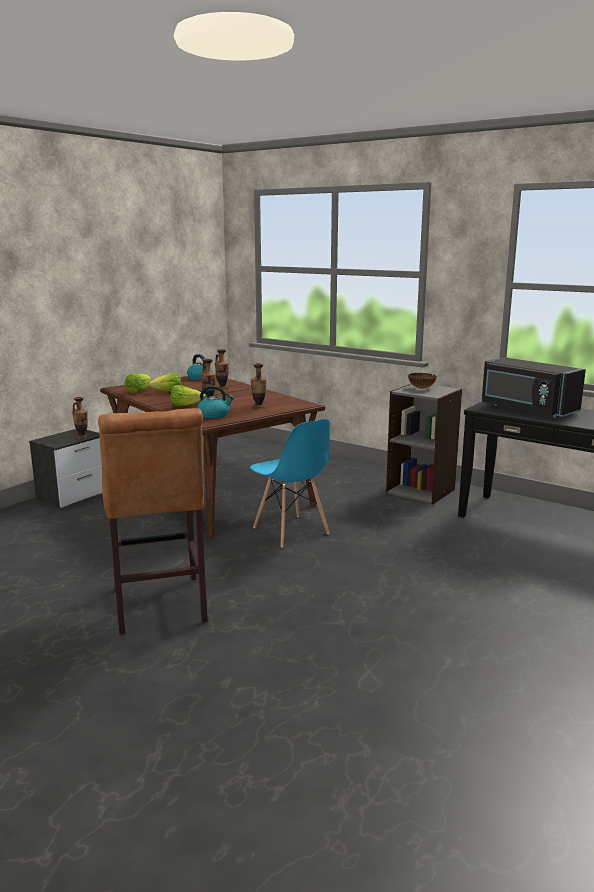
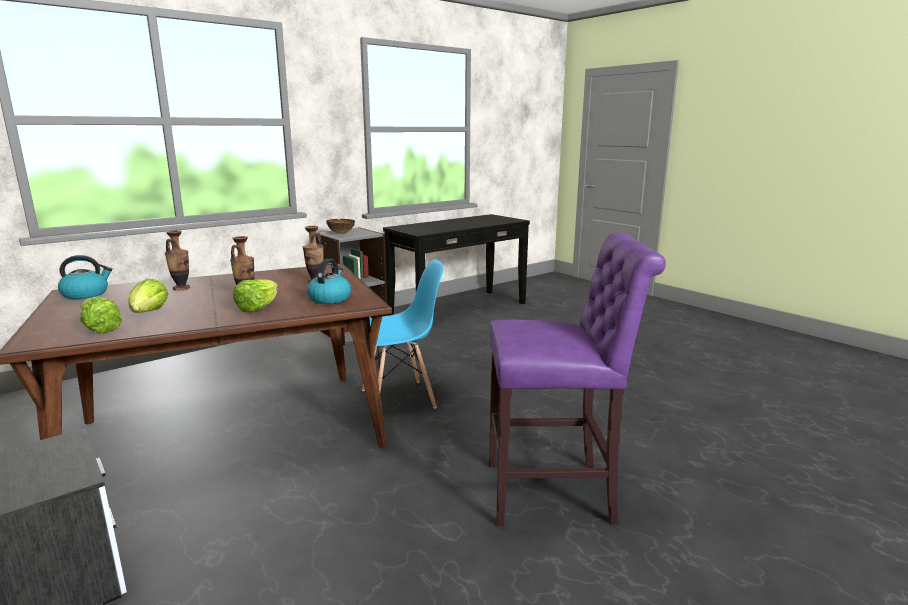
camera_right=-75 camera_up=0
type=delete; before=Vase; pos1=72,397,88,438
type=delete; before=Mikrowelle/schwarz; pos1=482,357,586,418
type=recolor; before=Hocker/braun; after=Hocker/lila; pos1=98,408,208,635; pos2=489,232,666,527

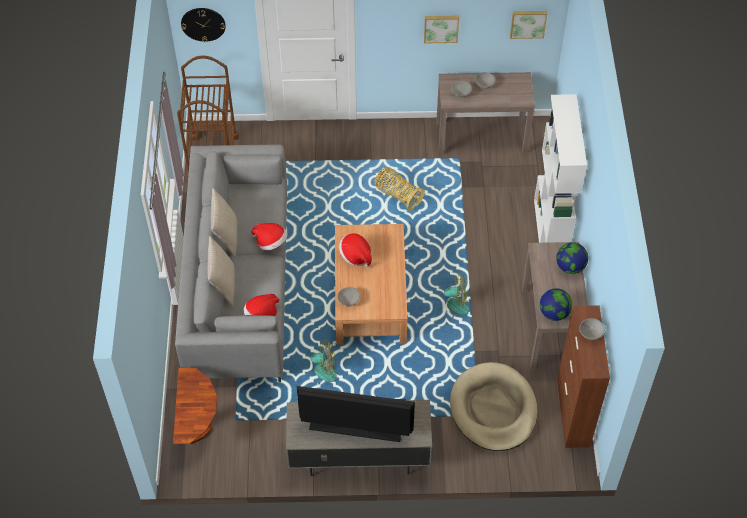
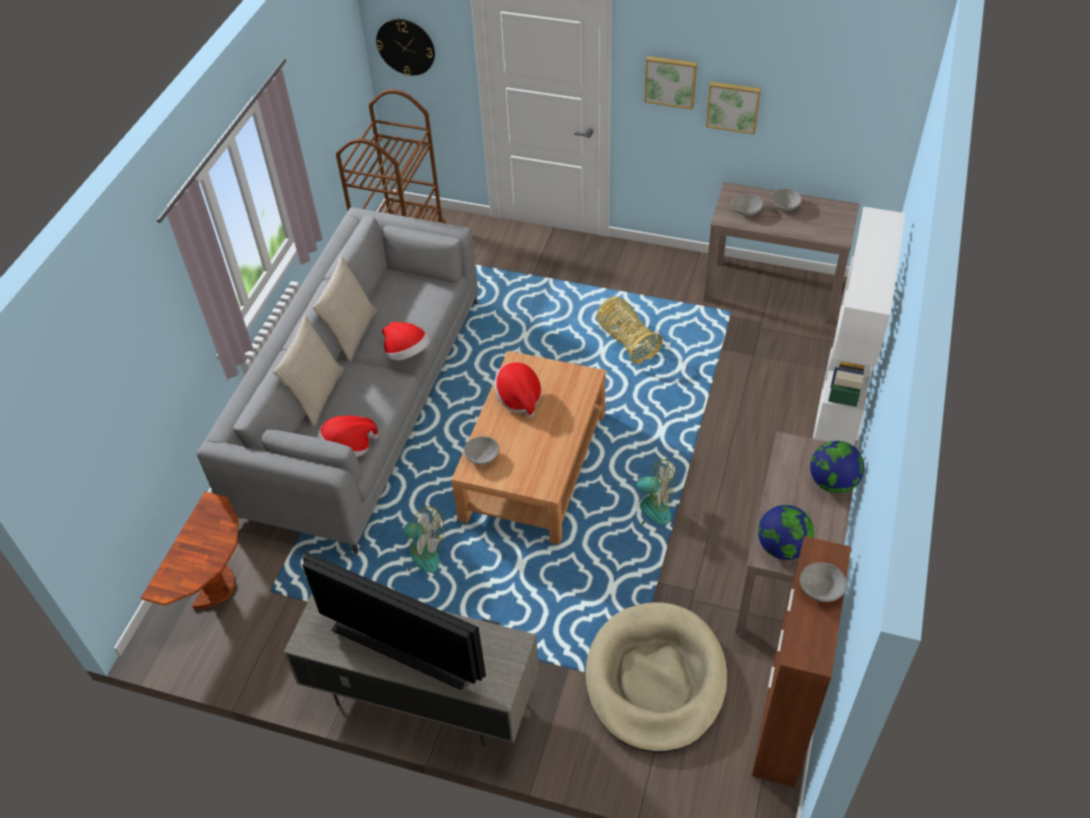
camera_right=20 camera_up=-5
type=move; before=Bild; pos1=510,11,547,39; pos2=644,56,697,109

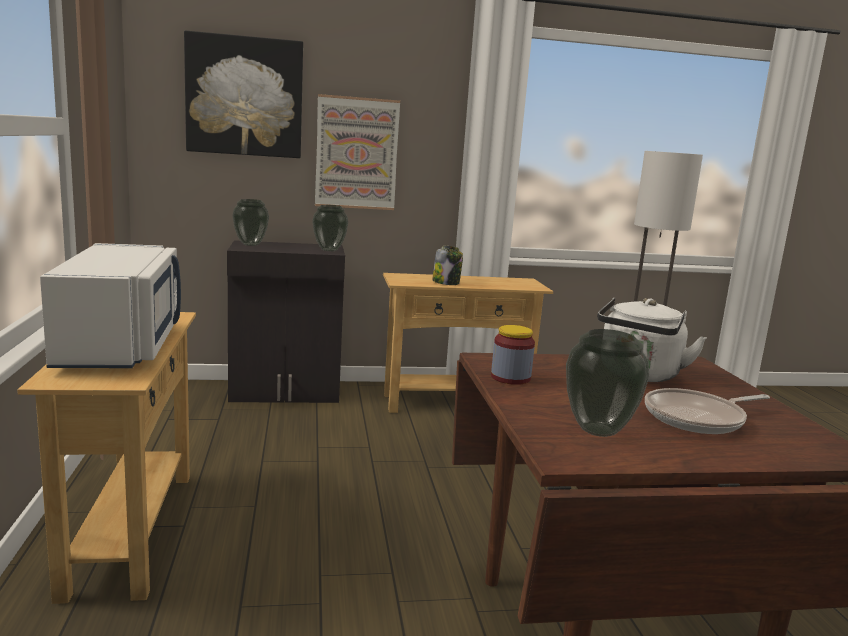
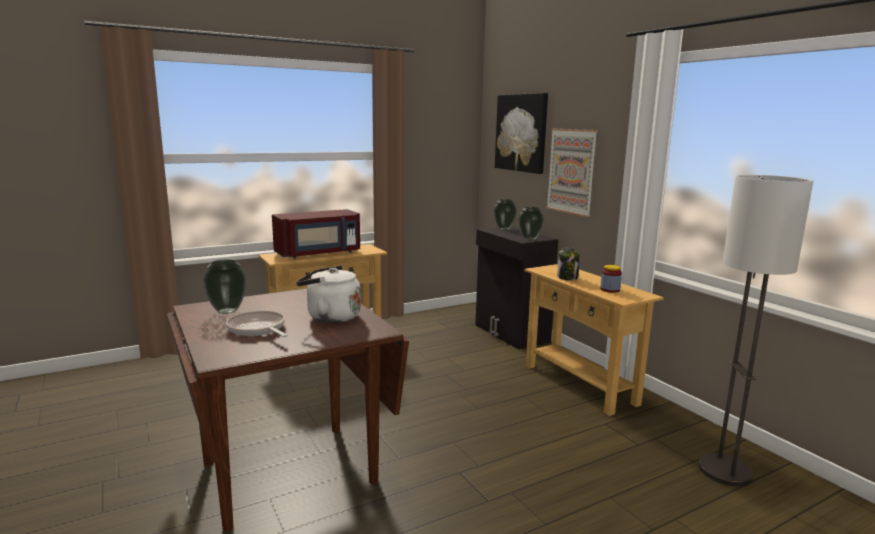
camera_right=70 camera_up=0
type=move; before=Vorratsglas; pos1=491,325,535,385; pos2=600,265,622,293
type=recolor; before=Mikrowelle/weiß; after=Mikrowelle/rot; pos1=40,243,181,368; pos2=272,209,360,259

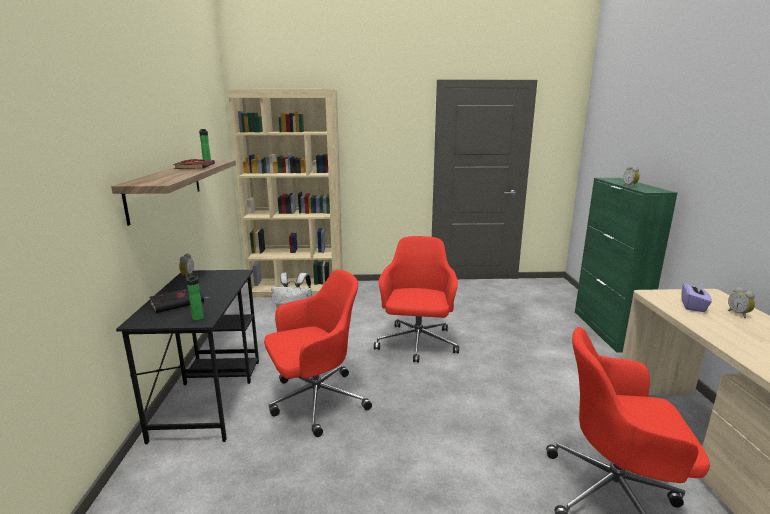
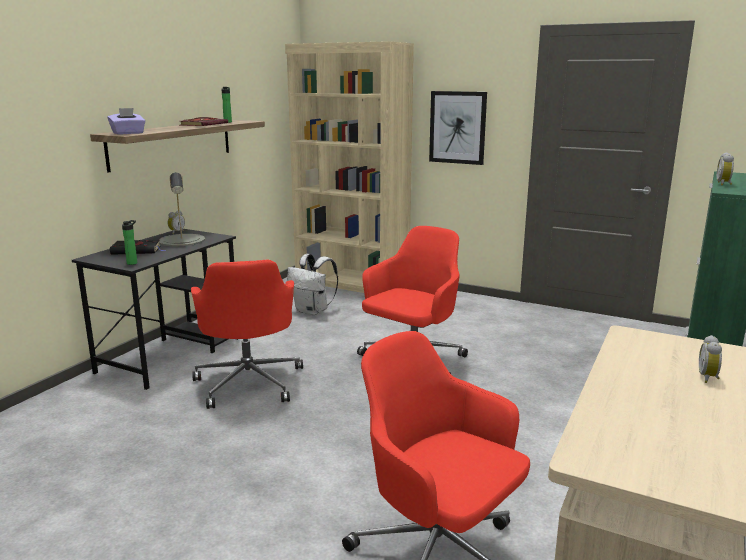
camera_right=30 camera_up=0
type=insert; after=Tischlampe/grau; pos2=159,173,205,247
type=insert; after=Bild; pos2=429,91,487,165
type=move; before=Taschentuchbox/lila; pos1=682,281,712,312; pos2=108,108,145,135
type=rotate; before=Bürostuhl/rot; pos1=264,269,372,437; pos2=191,260,303,409; turn=75

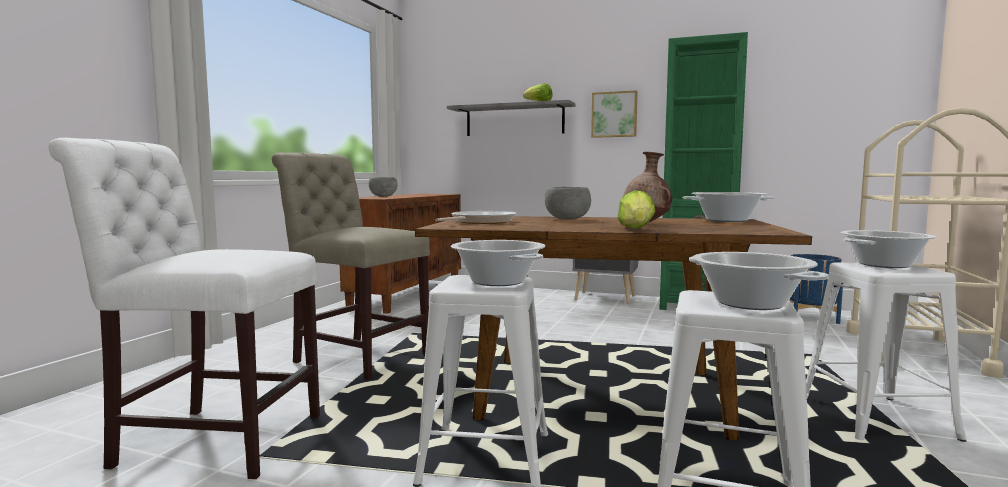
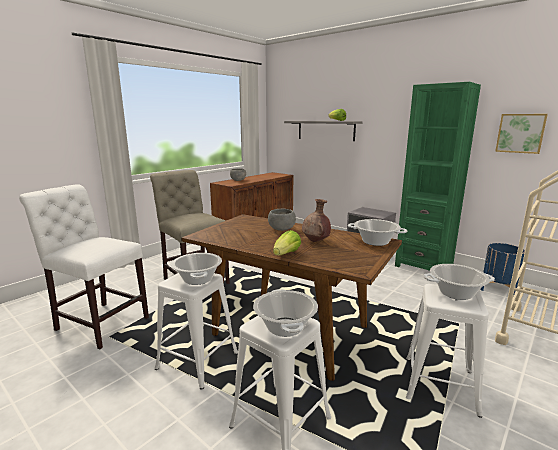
camera_right=20 camera_up=10
type=delete; before=Pfanne; pos1=435,211,517,224
type=move; before=Bild; pos1=591,90,638,138; pos2=495,114,548,154

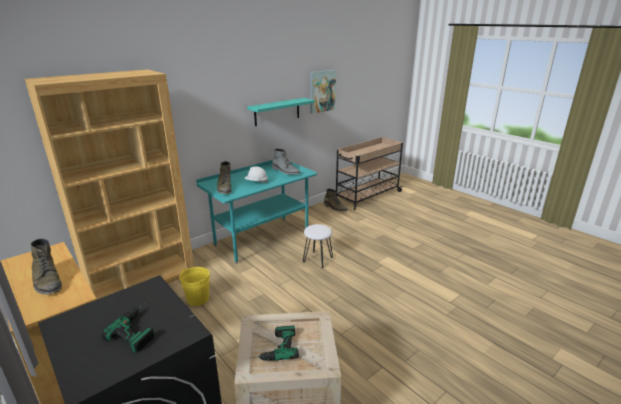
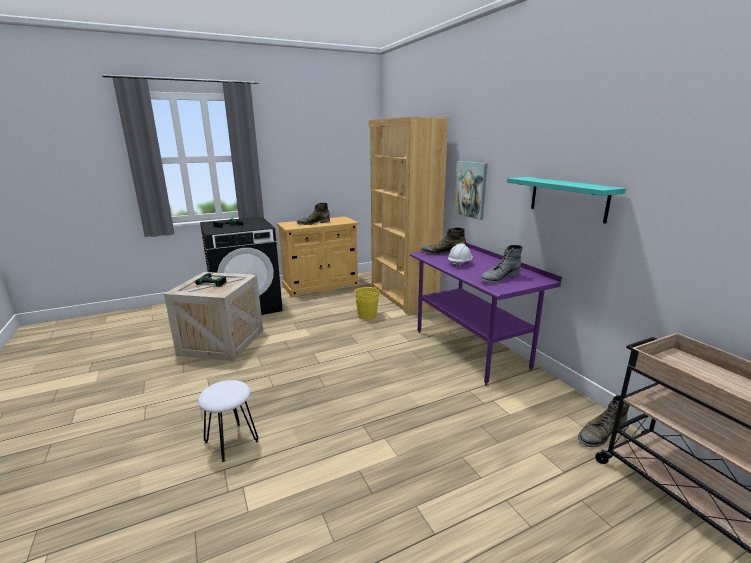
camera_right=105 camera_up=-5
type=move; before=Hocker/weiß; pos1=303,224,333,268; pos2=198,380,259,462
type=move; before=Bild; pos1=310,70,336,114; pos2=454,161,488,220
type=recolor; before=Schreibtisch/türkis; after=Schreibtisch/lila; pos1=196,160,317,264; pos2=410,243,562,385

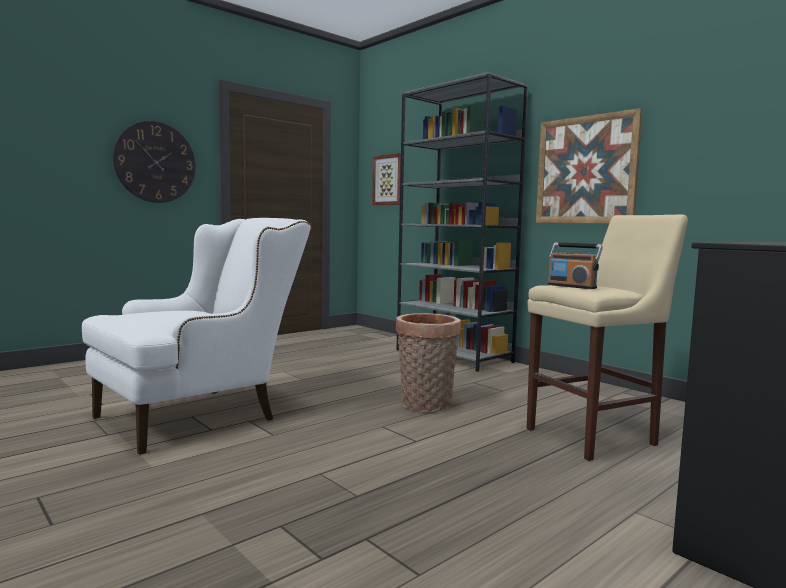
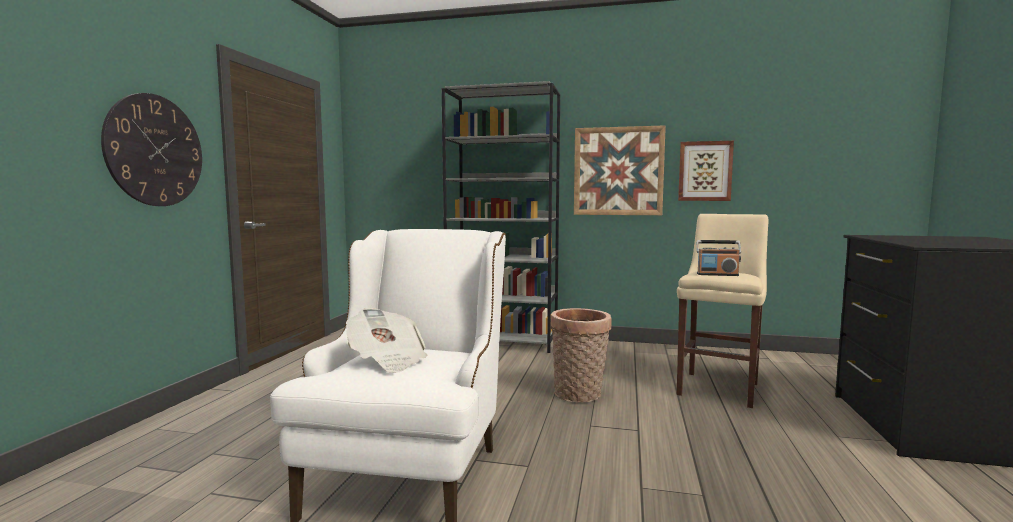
camera_right=-35 camera_up=0
type=insert; after=Zeitung; pos2=346,308,428,373
type=move; before=Bild; pos1=372,153,401,205; pos2=678,141,734,201

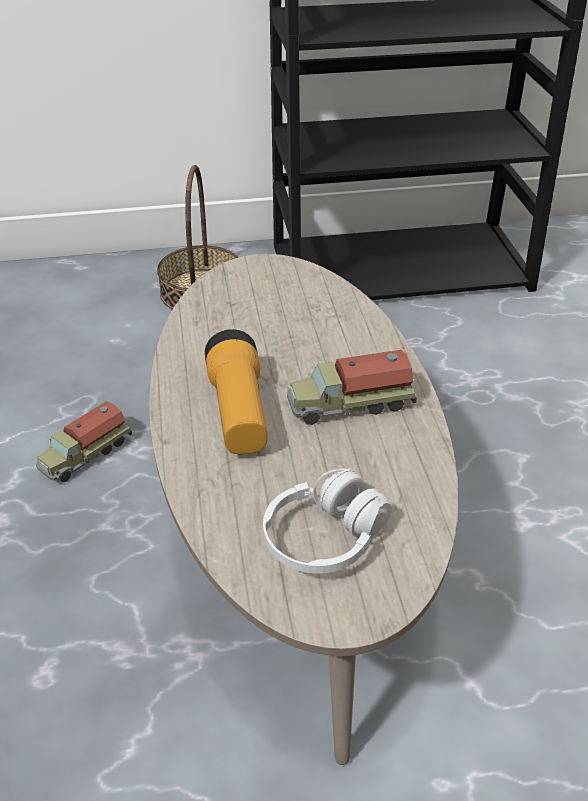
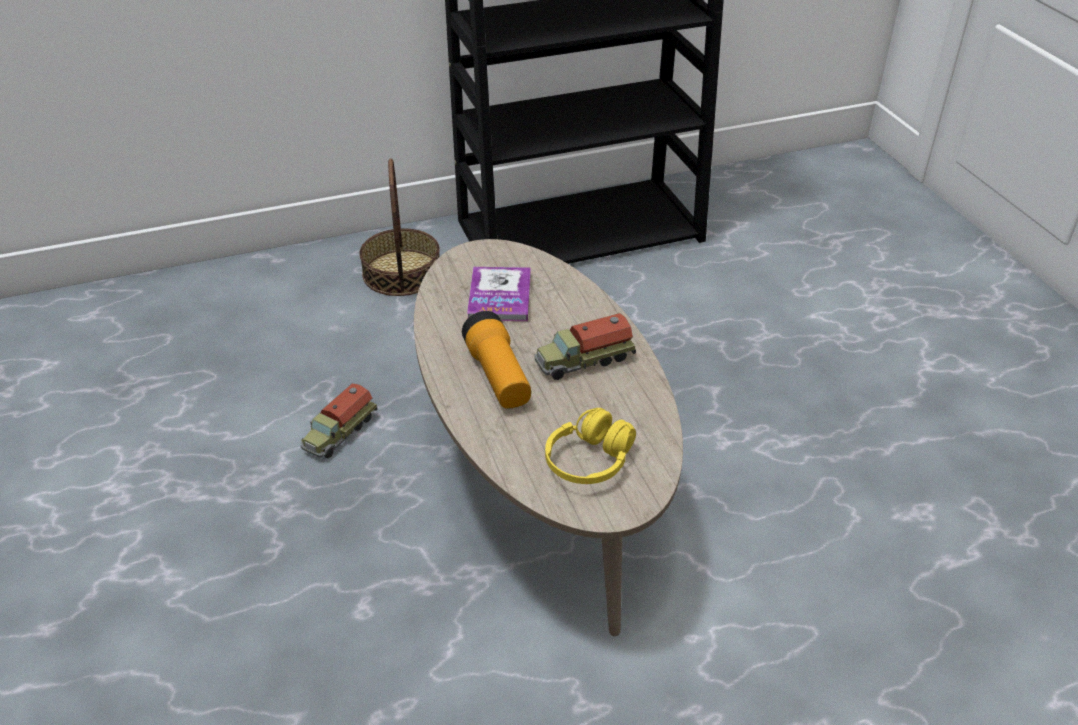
camera_right=-10 camera_up=0
type=insert; after=Buch; pos2=467,267,531,321
type=recolor; before=Kopfhörer/weiß; after=Kopfhörer/gelb; pos1=263,468,392,574; pos2=545,408,636,484

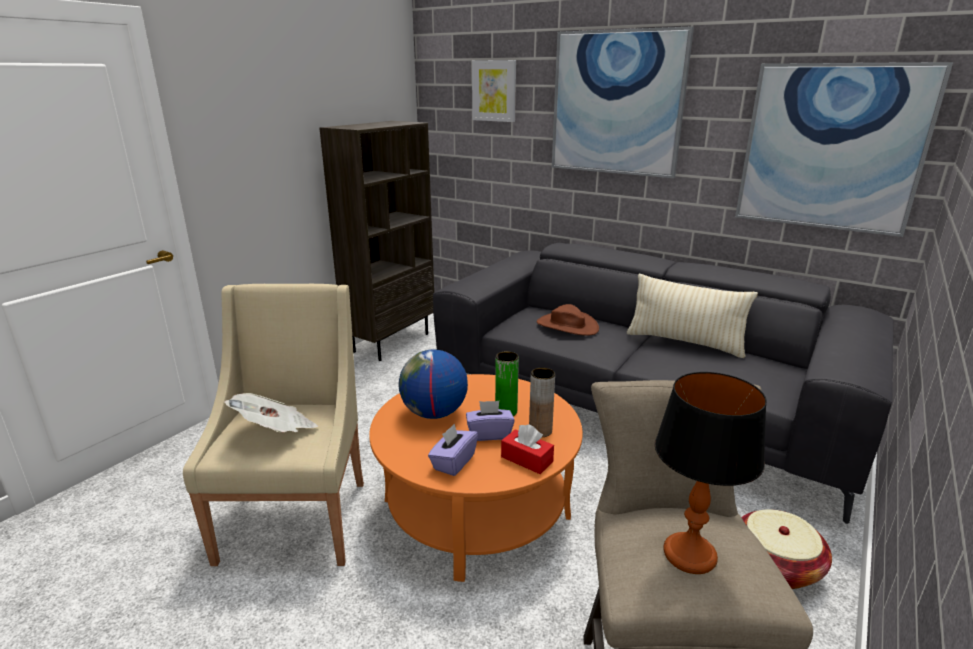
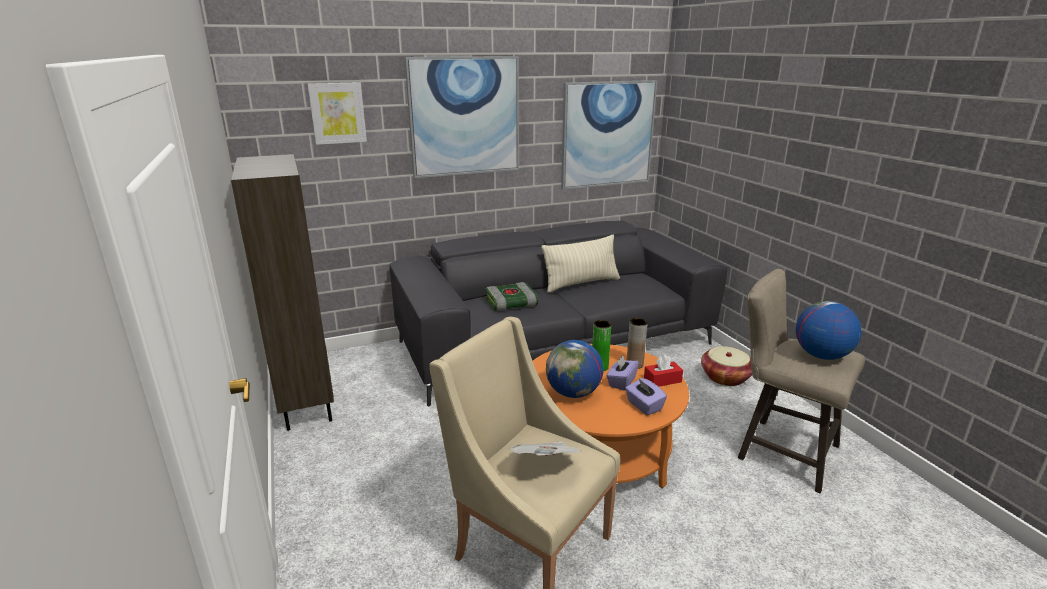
camera_right=-55 camera_up=0
type=replace; before=Hut/braun; after=Buch; pos1=537,304,599,336; pos2=485,282,538,311
type=replace; before=Tischlampe; after=Globus; pos1=655,372,767,574; pos2=796,301,861,360

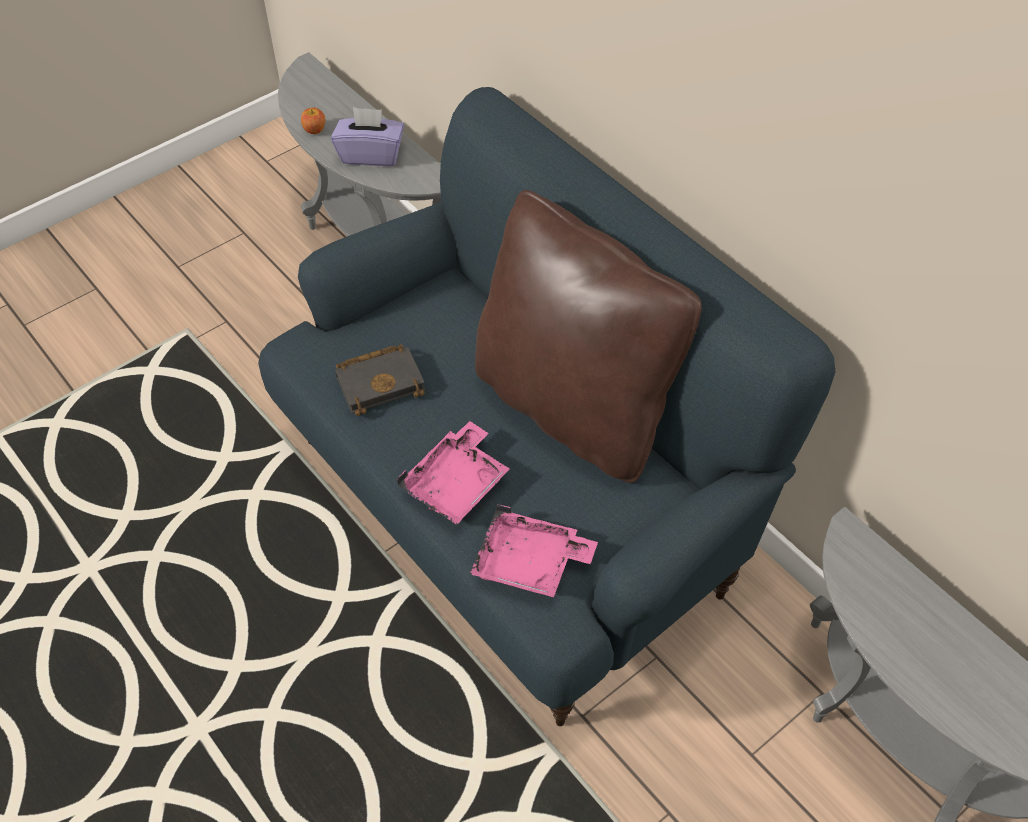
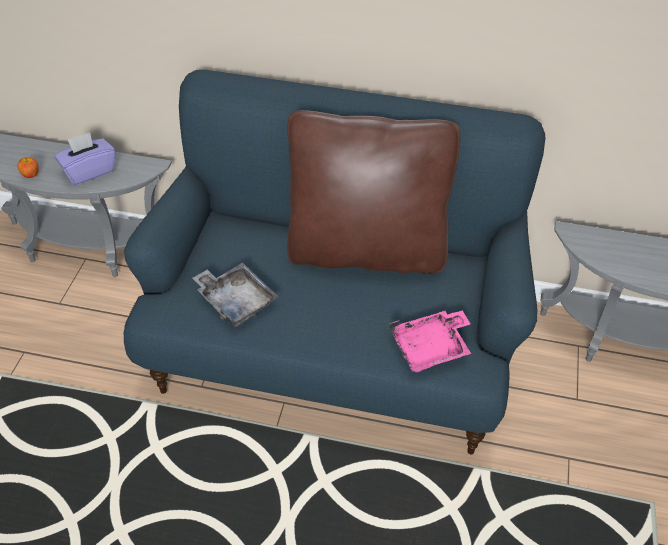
camera_right=-40 camera_up=-5
type=delete; before=Tablett/rosa; pos1=397,421,510,525
type=replace; before=Buch/schwarz; after=Tablett/grau; pos1=335,344,425,416; pos2=193,262,278,327

